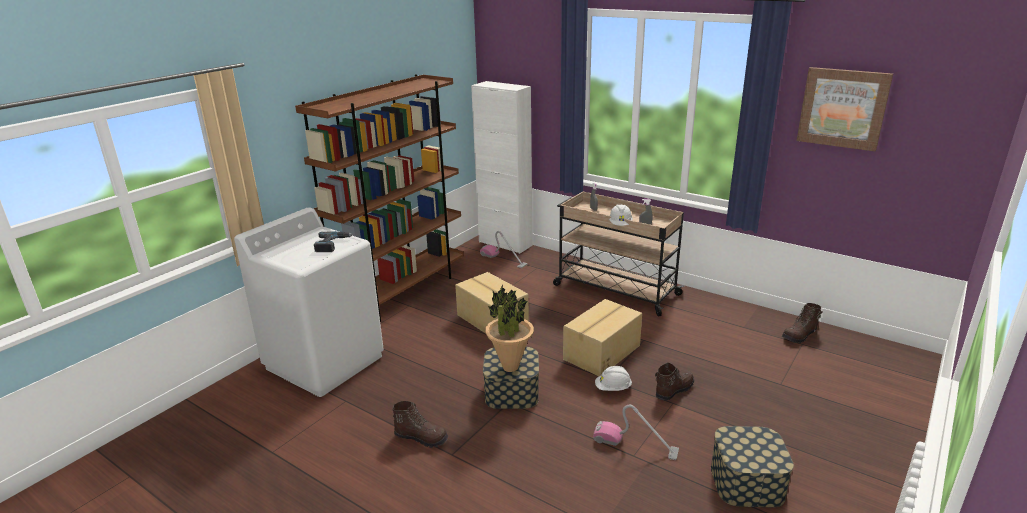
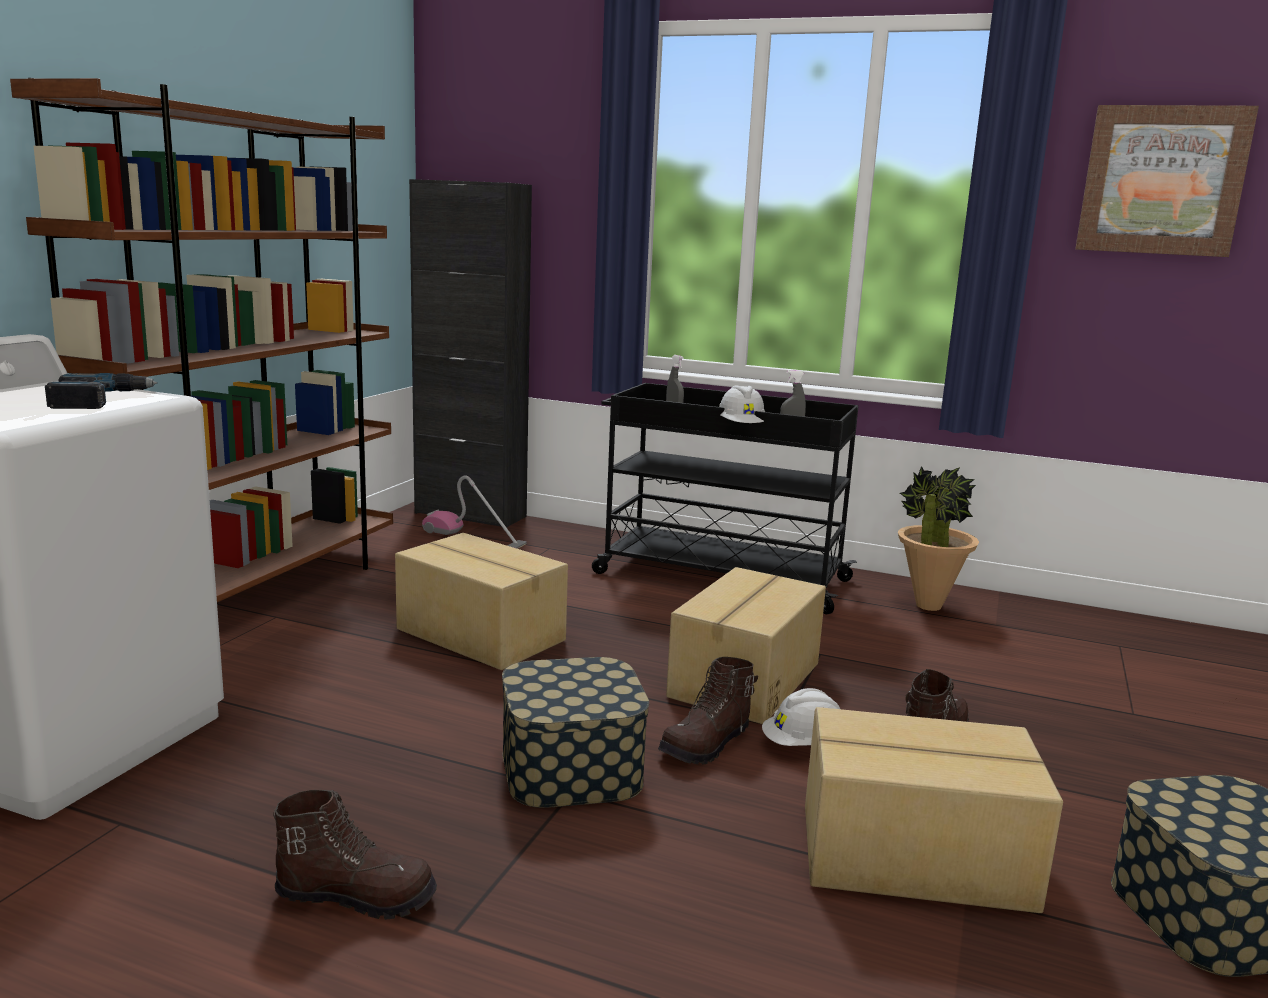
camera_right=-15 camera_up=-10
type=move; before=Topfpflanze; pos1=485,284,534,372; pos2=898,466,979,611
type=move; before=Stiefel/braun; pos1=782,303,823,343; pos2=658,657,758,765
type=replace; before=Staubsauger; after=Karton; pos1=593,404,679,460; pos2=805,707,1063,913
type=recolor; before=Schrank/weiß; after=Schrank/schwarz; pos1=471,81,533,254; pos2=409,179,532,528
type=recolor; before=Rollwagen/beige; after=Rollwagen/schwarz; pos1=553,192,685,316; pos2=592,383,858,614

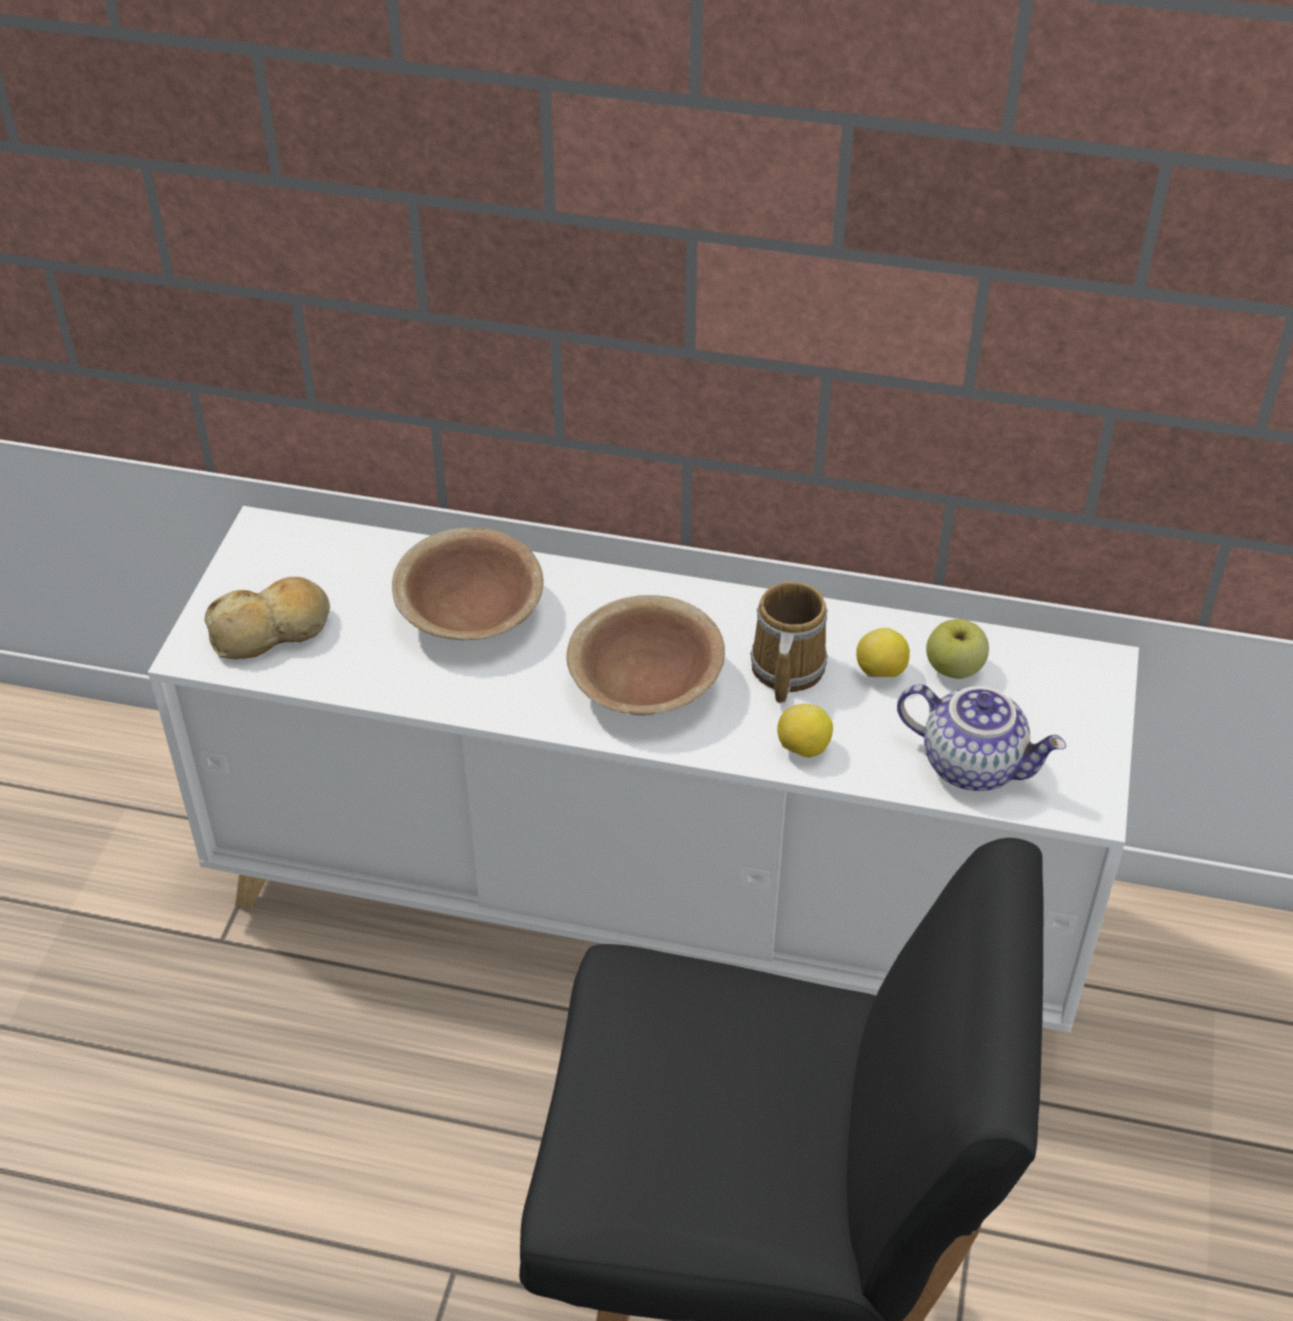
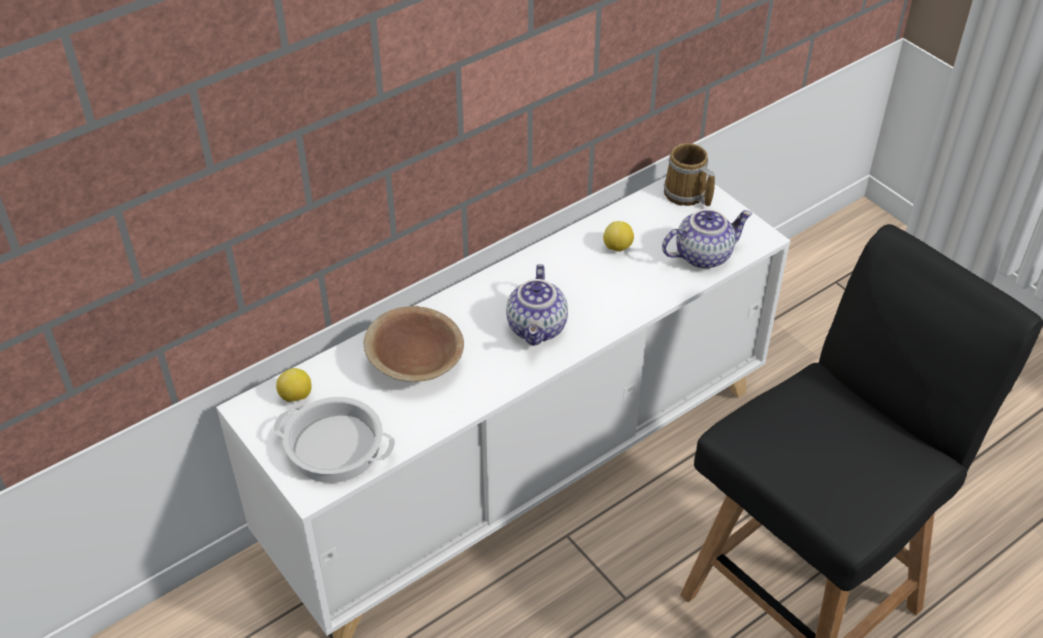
camera_right=-50 camera_up=0
type=delete; before=Apfel; pos1=926,619,989,679
type=move; before=Henkelbecher; pos1=750,581,828,703; pos2=664,143,715,206
type=move; before=Zitrone; pos1=777,704,833,758; pos2=276,368,312,402
type=replace; before=Brot; after=Kochtopf; pos1=205,577,330,659; pos2=274,397,395,483
type=replace; before=Schüssel/braun; after=Teekanne; pos1=566,595,725,715; pos2=506,264,568,346

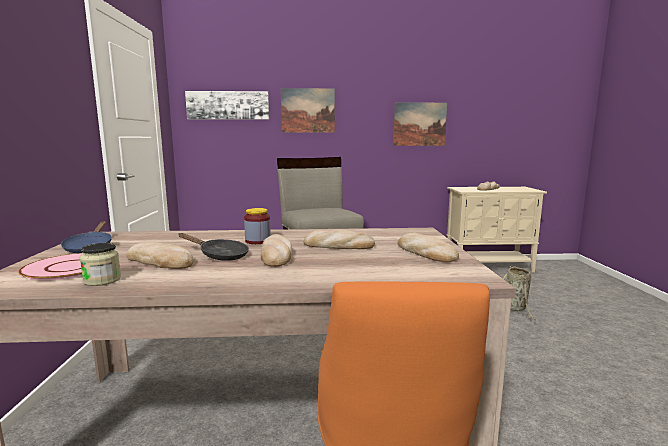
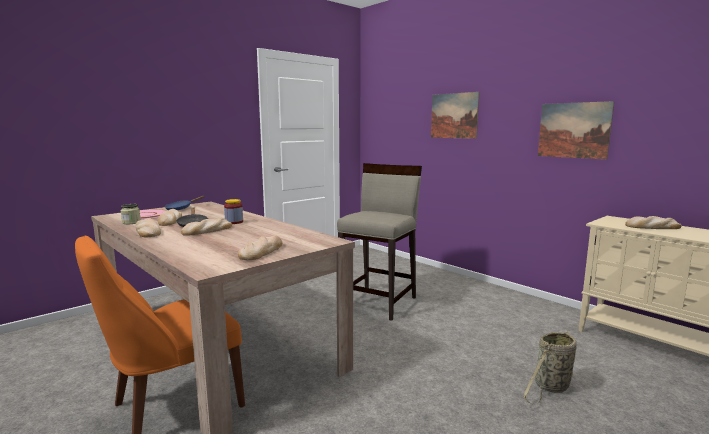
camera_right=50 camera_up=0
type=delete; before=Bild; pos1=185,91,269,120
type=move; before=Brot; pos1=303,230,375,249; pos2=136,218,161,237

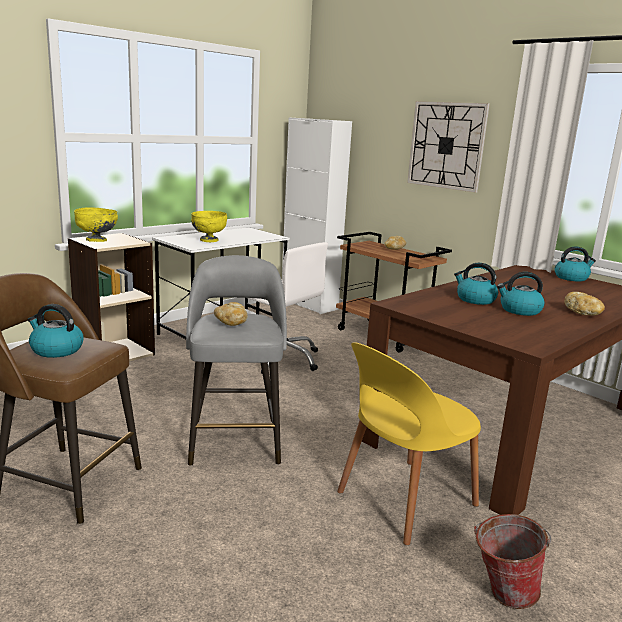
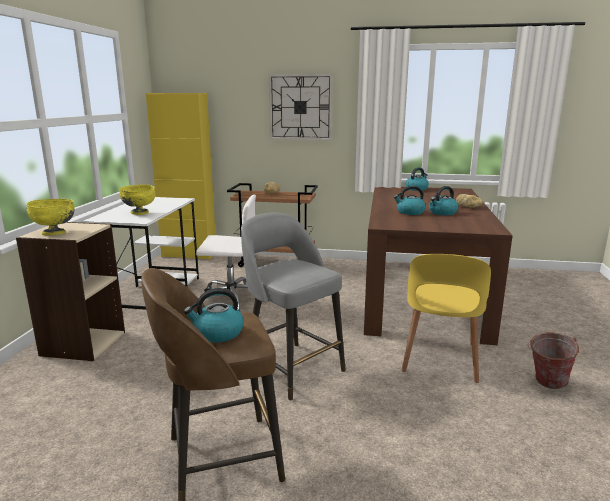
camera_right=-35 camera_up=0
type=delete; before=Brot; pos1=214,302,248,326
type=recolor; before=Schrank/weiß; after=Schrank/gelb; pos1=282,118,352,314; pos2=146,93,216,260

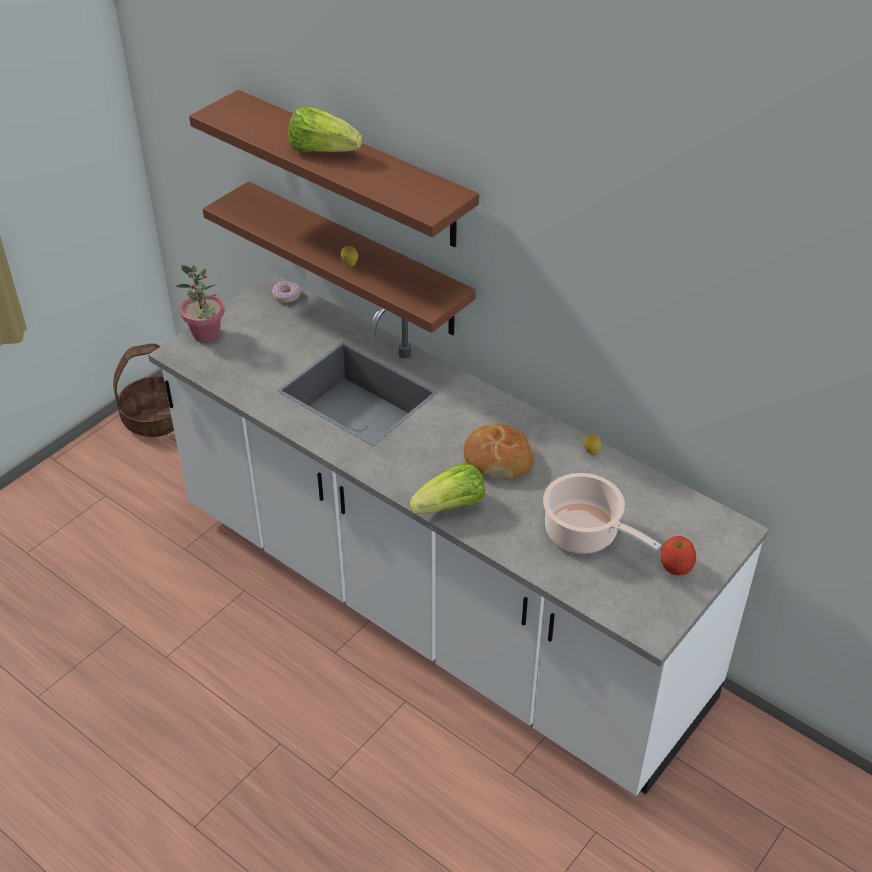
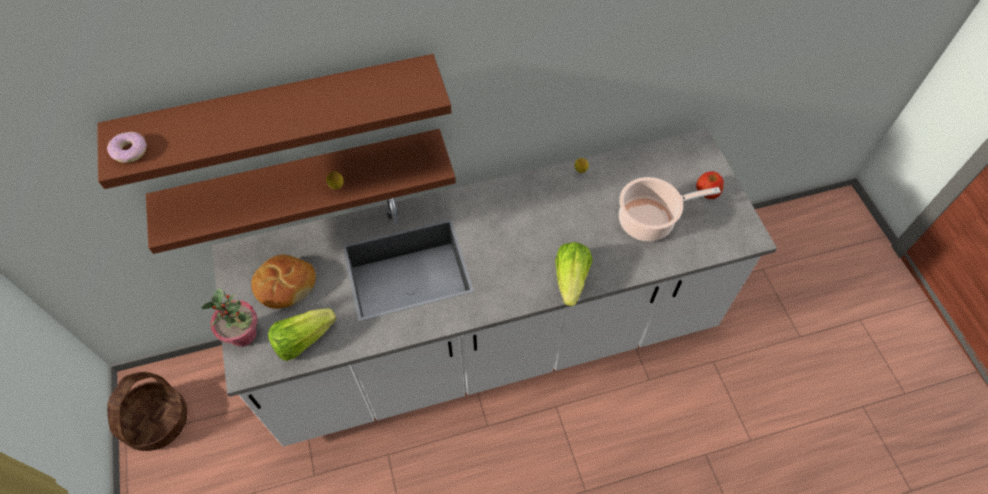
camera_right=-55 camera_up=15
type=move; before=Donut; pos1=272,281,301,303; pos2=107,132,147,163
type=move; before=Salatkopf; pos1=288,106,362,152; pos2=268,308,336,361
type=move; before=Brot; pos1=464,424,535,480; pos2=251,255,316,309

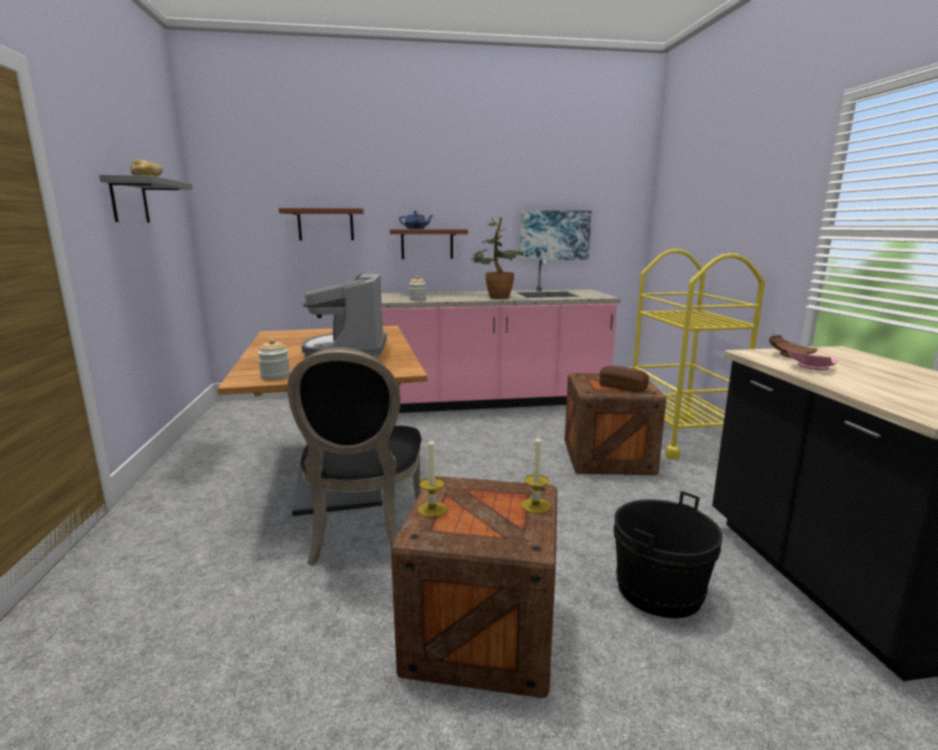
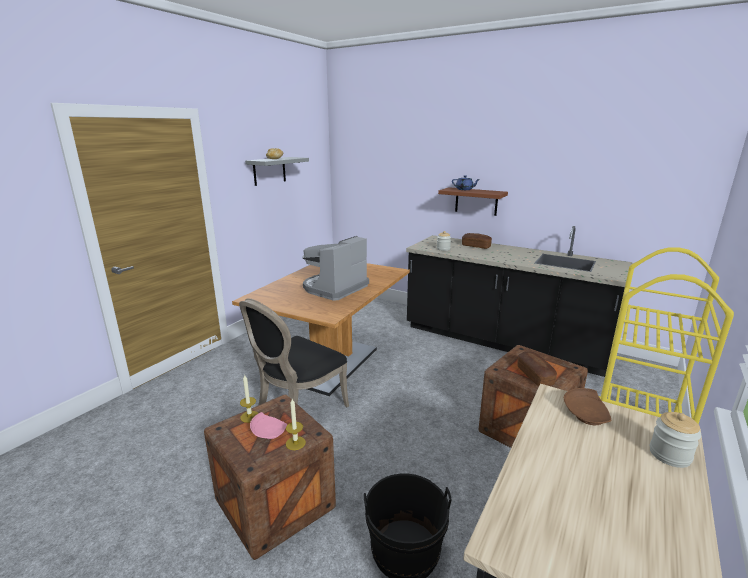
camera_right=40 camera_up=5
type=delete; before=Wandregal/braun; pos1=279,208,364,240
type=delete; before=Topfpflanze; pos1=471,217,528,299
type=delete; before=Bild; pos1=519,210,592,260
type=insert; after=Brot; pos2=462,233,492,249
type=move; before=Vorratsglas; pos1=258,339,290,380; pos2=650,412,701,468
type=move; before=Teller/rosa; pos1=787,349,838,371; pos2=250,412,287,439
type=recolor; before=Küchenzeile/rosa; after=Küchenzeile/schwarz; pos1=381,258,621,413; pos2=406,226,633,377

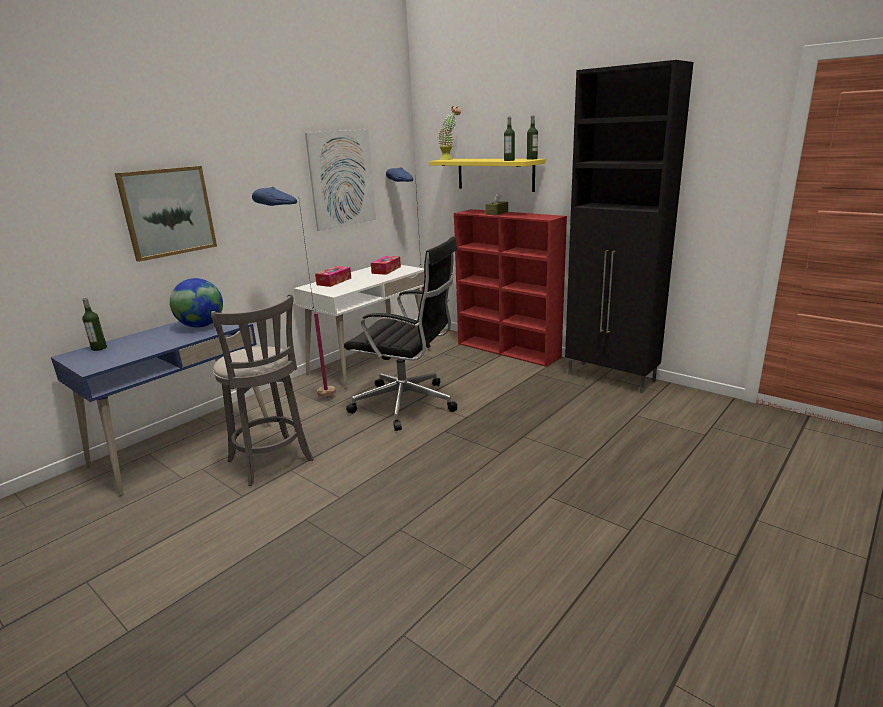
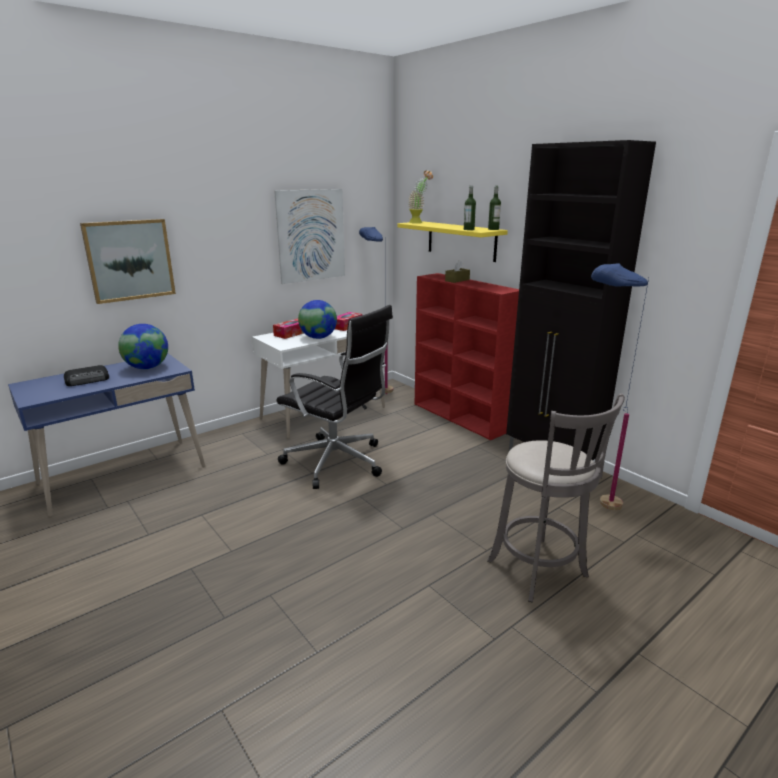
camera_right=10 camera_up=0
type=delete; before=Flasche; pos1=82,297,107,351
type=insert; after=Radio; pos2=64,365,109,386
type=insert; after=Globus; pos2=298,300,337,339
type=move; before=Hocker/grau; pos1=211,294,314,486; pos2=487,393,625,602
type=move; before=Stehlampe/blau; pos1=252,187,336,398; pos2=591,263,649,510

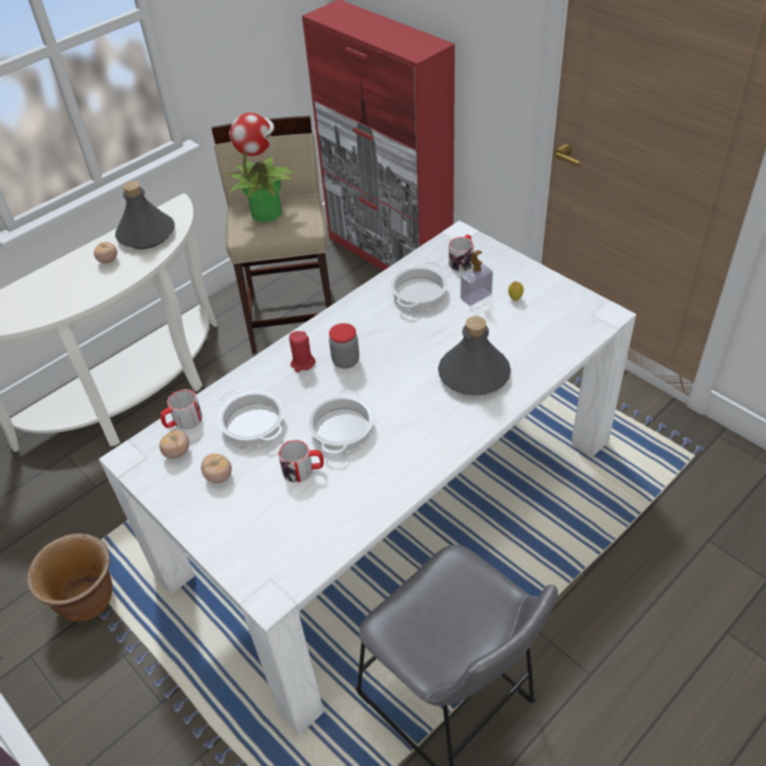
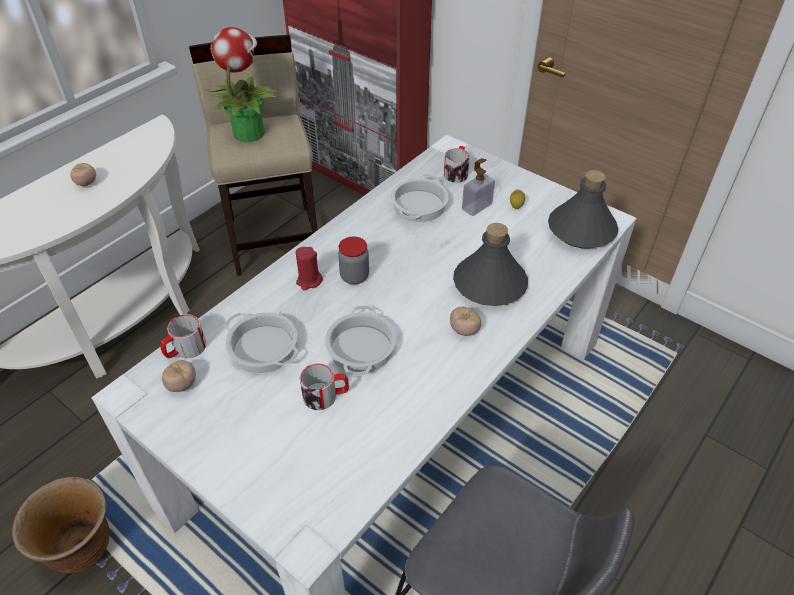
camera_right=-10 camera_up=0
type=move; before=Flasche/grau; pos1=115,181,175,249; pos2=548,170,618,248
type=move; before=Tomate; pos1=201,453,232,483; pos2=450,307,481,336

